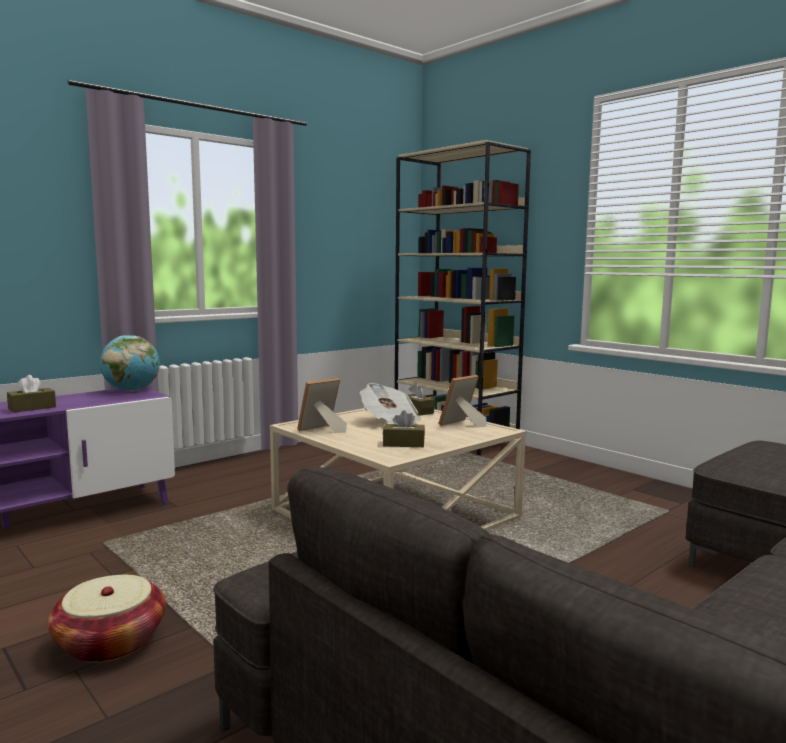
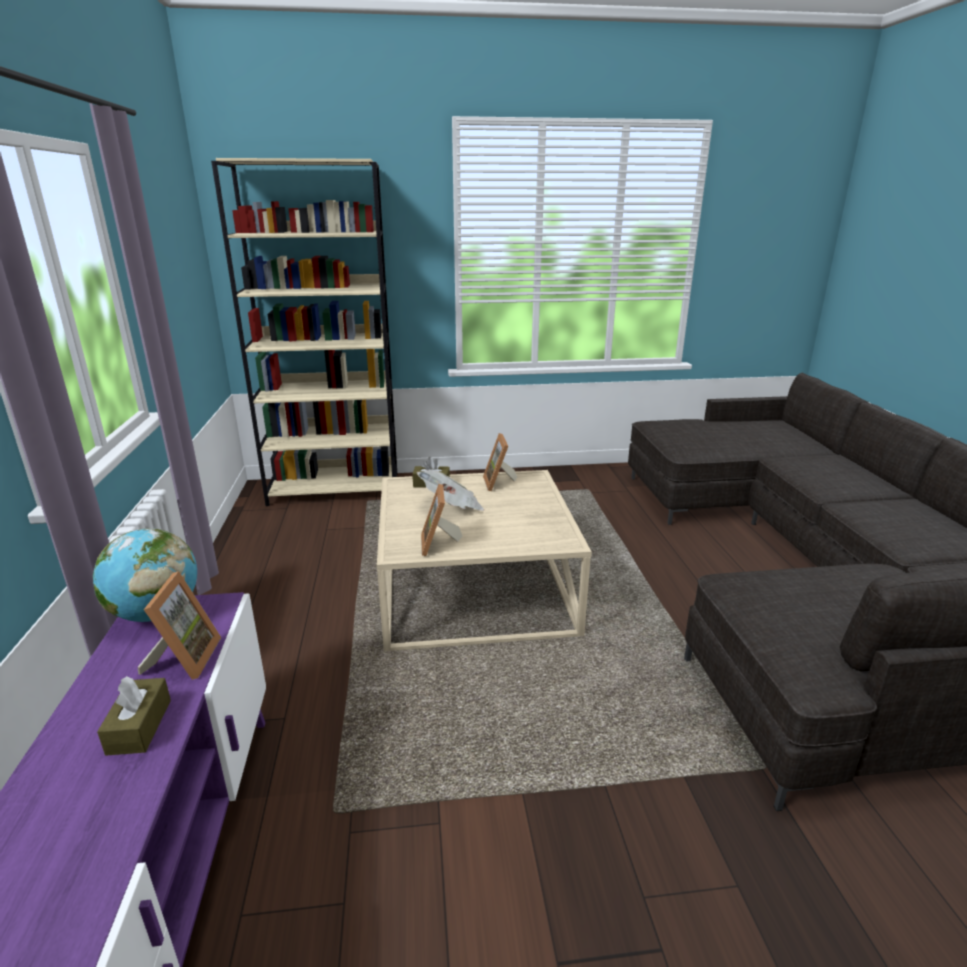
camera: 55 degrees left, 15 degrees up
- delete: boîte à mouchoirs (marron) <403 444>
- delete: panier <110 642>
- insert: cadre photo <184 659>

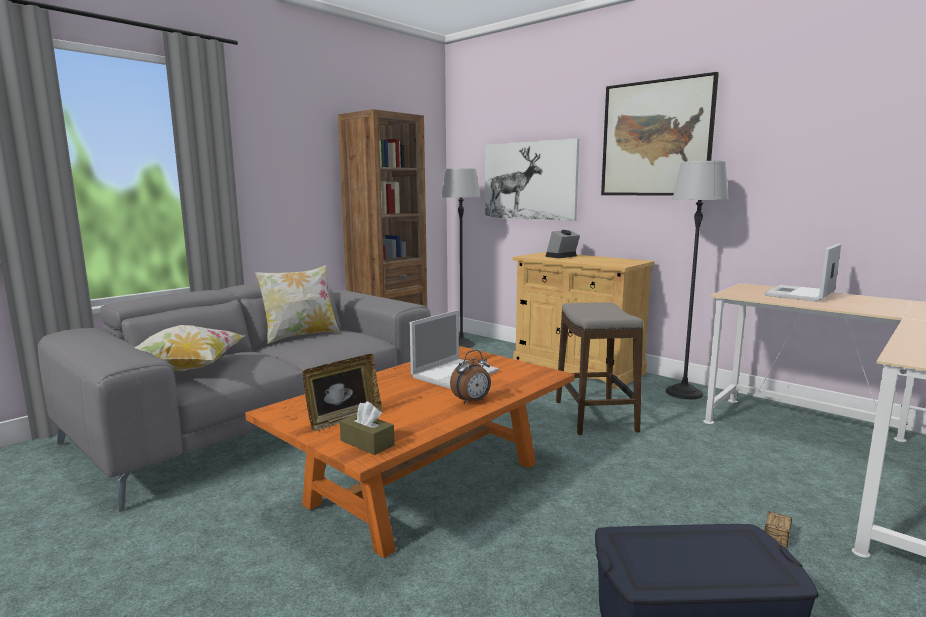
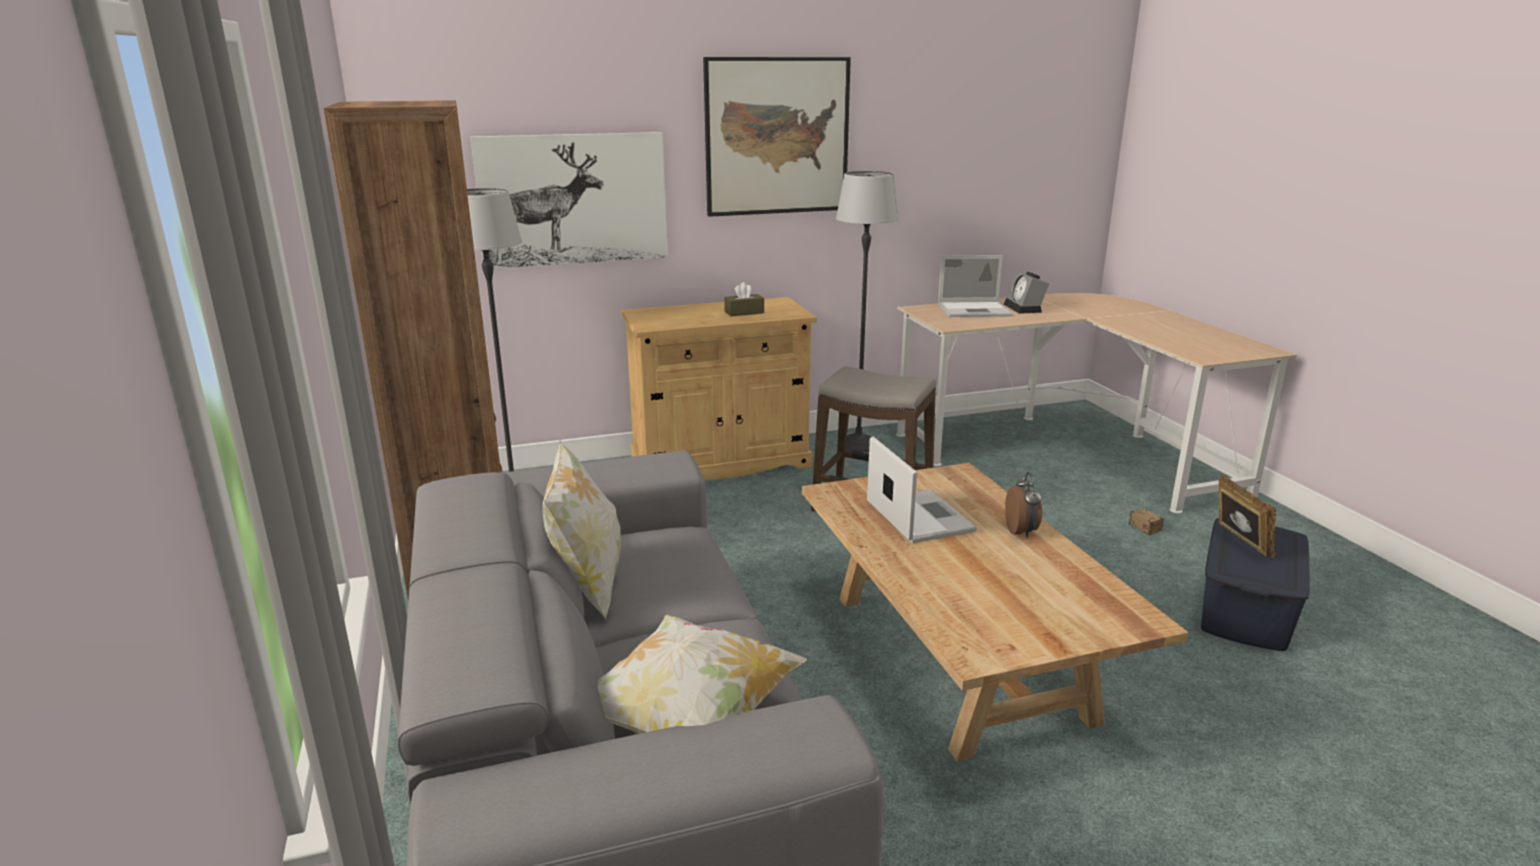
camera: 60 degrees left, 10 degrees up
- move: réveil <561 256> to <1025 308>
- rotate: ordinateur portable <799 294> = <975 310> 75 degrees counterclockwise
- recolor: table basse (orange) <426 483> to table basse (beige) <957 656>
- move: cadre photo <344 419> to <1238 542>
- move: boîte à mouchoirs (marron) <367 443> to <744 312>

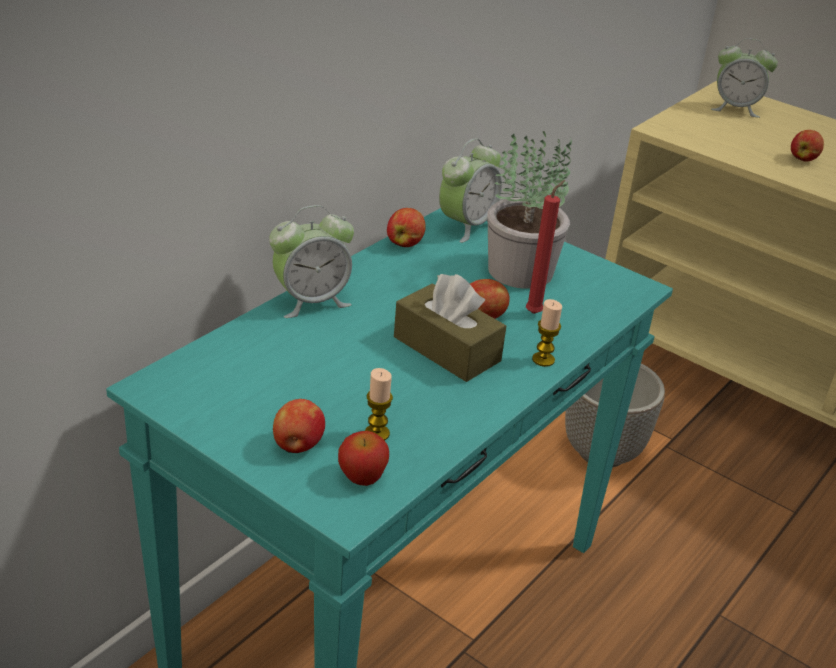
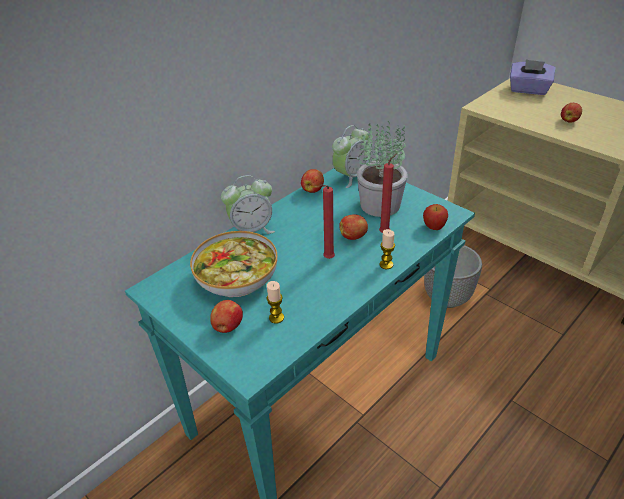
camera: 10 degrees right, 5 degrees up
- replace: réveil <735 108> to boîte à mouchoirs (violet) <528 90>
- replace: boîte à mouchoirs (marron) <446 349> to bougie (rouge) <327 259>
- move: pomme <362 476> to <434 226>
- insert: bol <237 277>

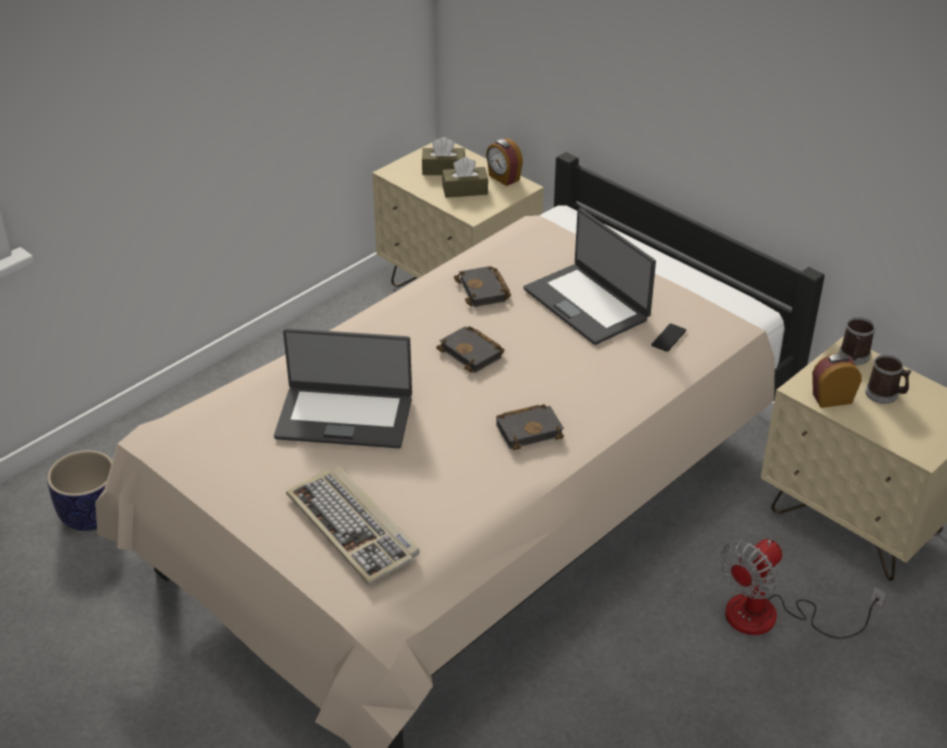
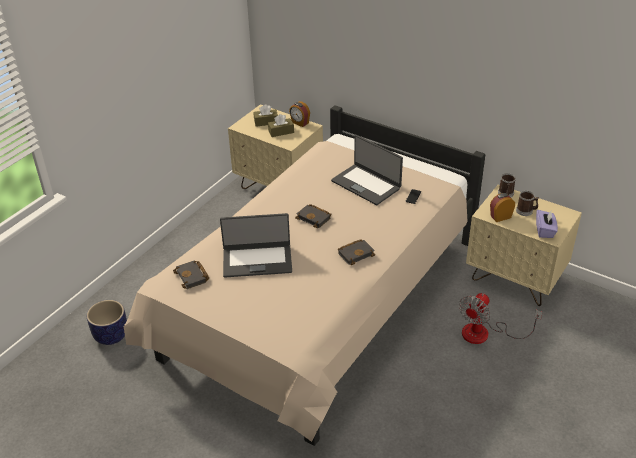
camera: 10 degrees left, 0 degrees up
- move: livre (noir) <484 291> to <193 277>
- delete: clavier <354 527>
- insert: boîte à mouchoirs (violet) <545 230>

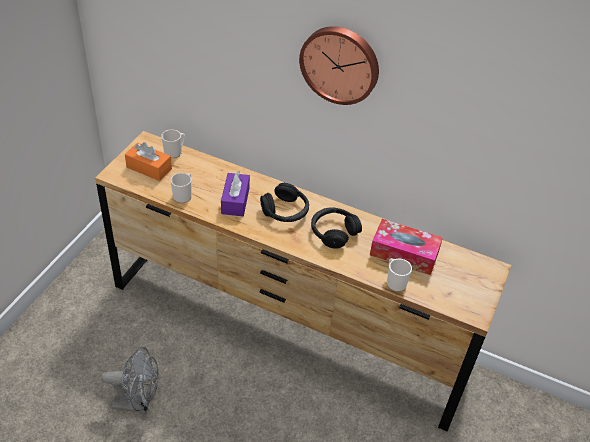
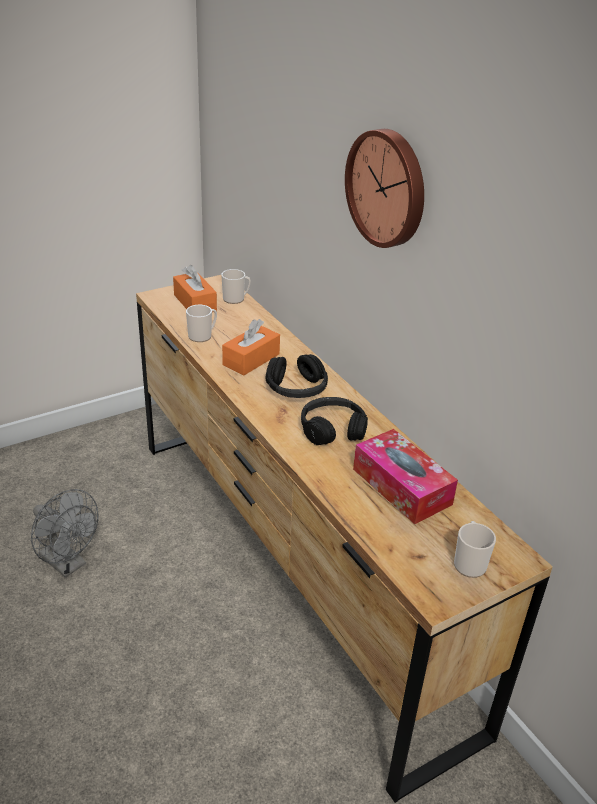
camera: 35 degrees right, 10 degrees down
- recolor: boîte à mouchoirs (violet) <235 201> to boîte à mouchoirs (orange) <251 359>
- move: mug <395 282> to <469 562>

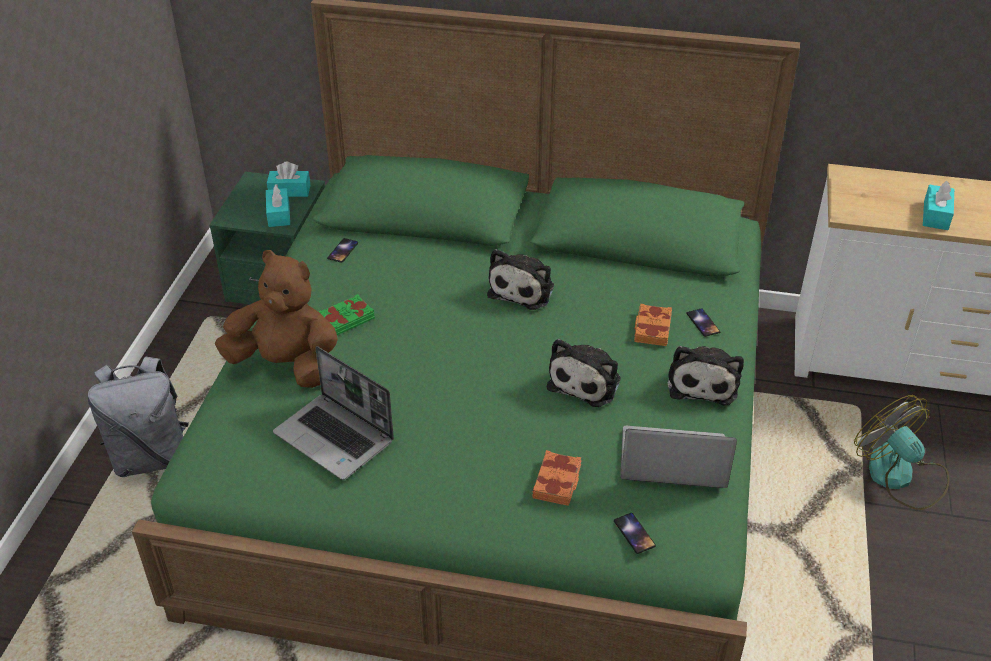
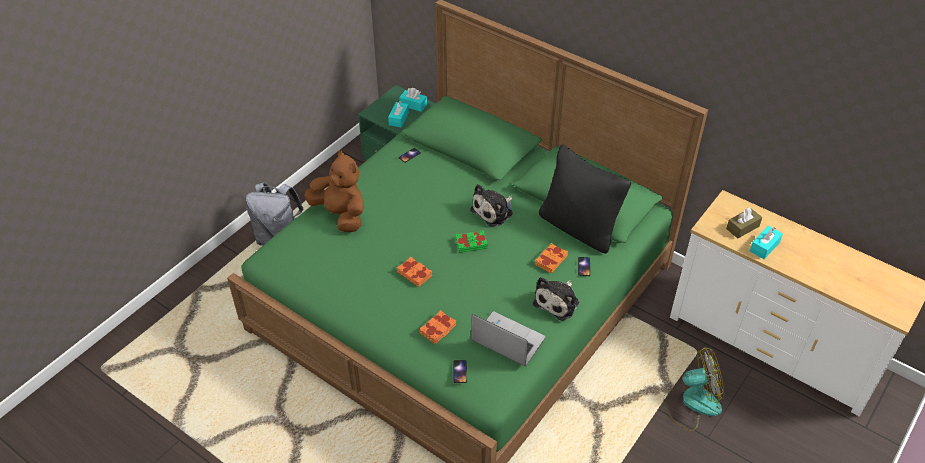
camera: 25 degrees right, 5 degrees up
- move: livre (vert) <346 319> to <471 243>
- delete: peluche <586 381>
- delete: ordinateur portable <336 438>
- rotate: ventilateur <899 477> = <691 403> 90 degrees clockwise
- insert: coussin (noir) <579 227>
- insert: boîte à mouchoirs (marron) <742 227>
- insert: livre (orange) <415 273>

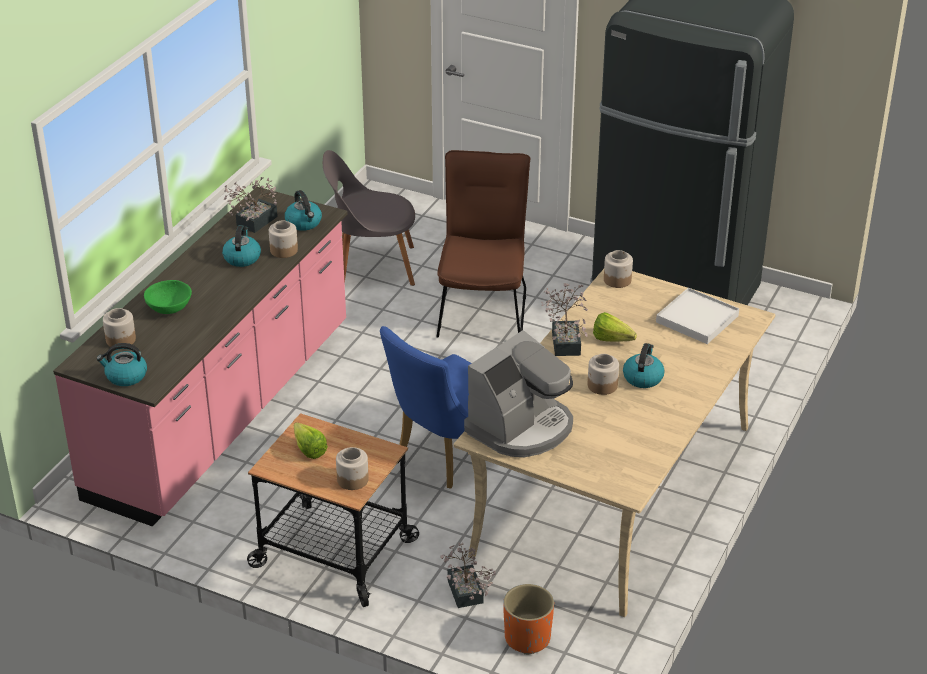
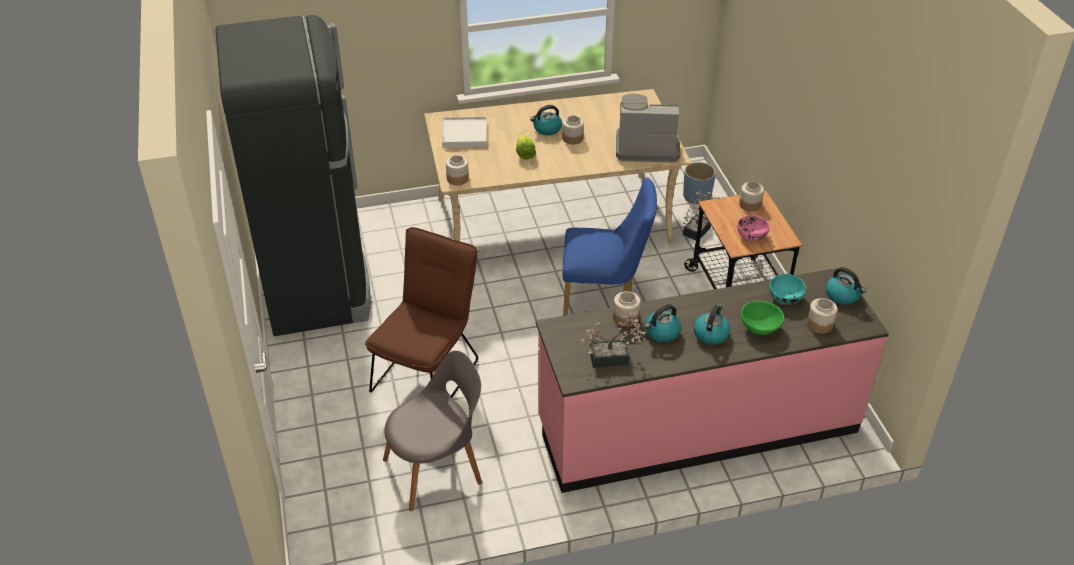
camera: 130 degrees left, 5 degrees up
- rotate: chaise (gris) <372 266> = <436 469> 75 degrees counterclockwise
- rotate: chaise (marron) <483 308> = <429 371> 150 degrees clockwise
- move: bouilloire <304 223> to <710 334>
- delete: plante en pot <566 340>
- replace: laitue <308 447> to bol (rose) <752 235>
- recolor: cache-pot (orange) <527 638> to cache-pot (bleu) <697 196>
- insert: bol (turquoise) <785 297>

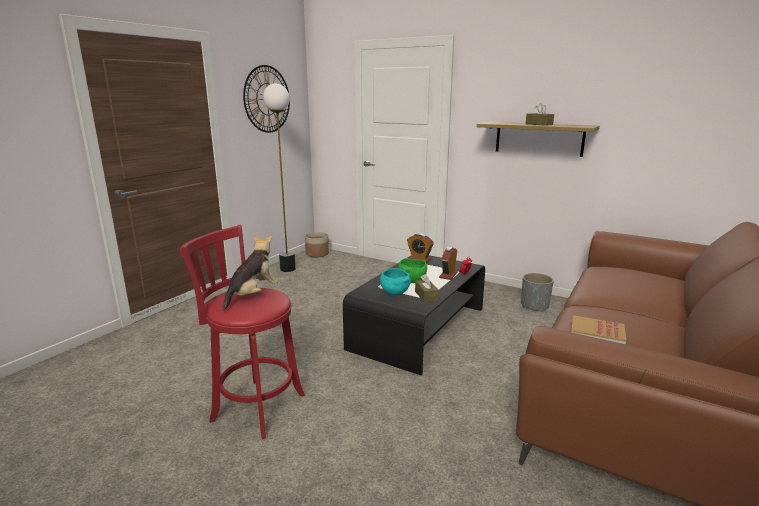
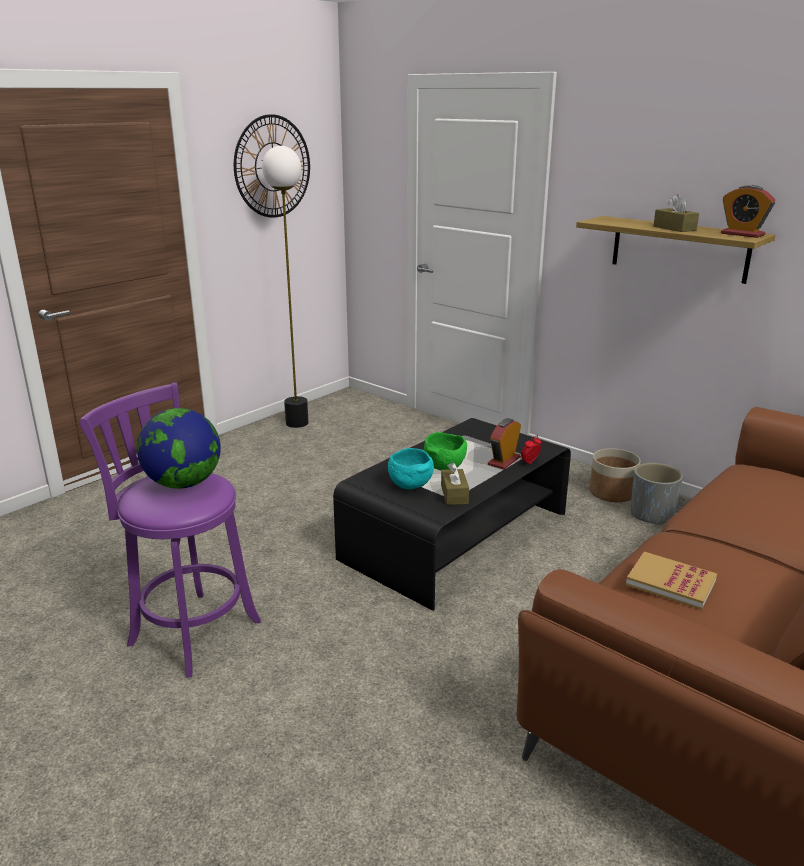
camera: 10 degrees right, 5 degrees up
- recolor: tabouret (rouge) <254 406> to tabouret (violet) <190 630>
- move: cache-pot <317 254> to <612 492>
- move: réveil <419 259> to <742 234>
- replace: peluche <252 295> to globe <184 483>

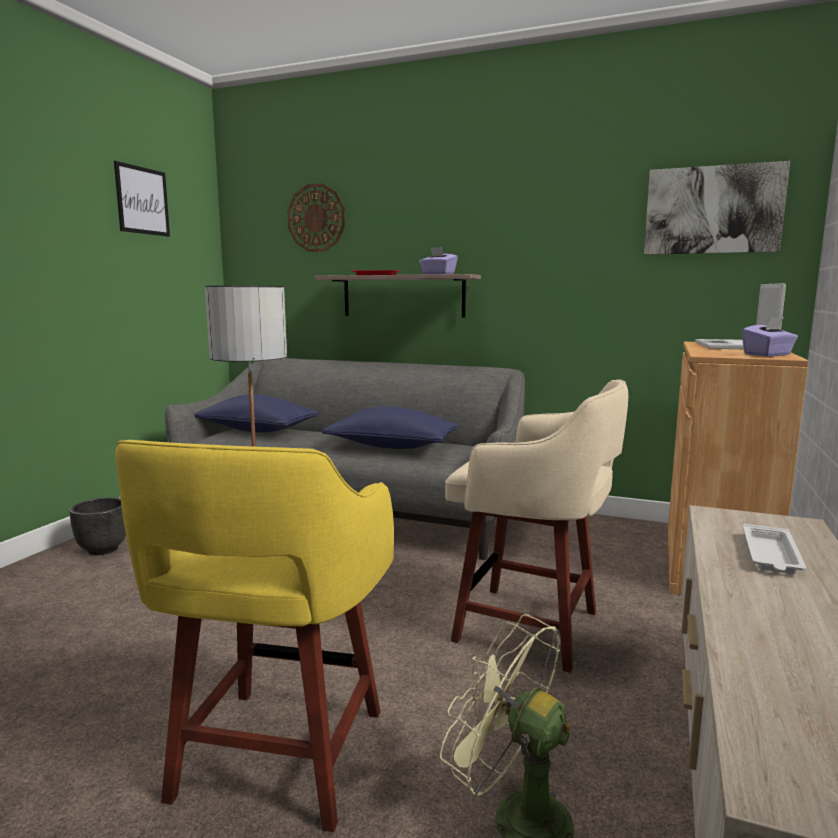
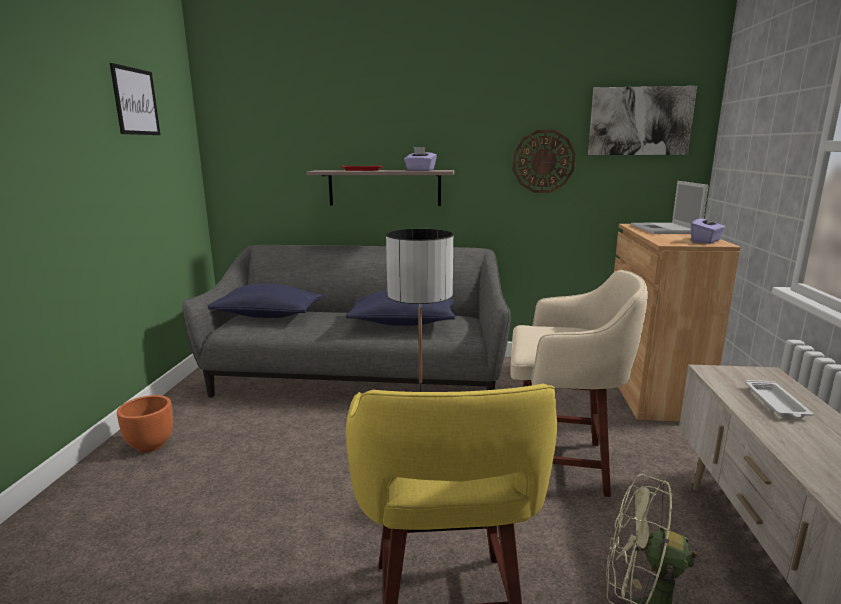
camera: 15 degrees left, 5 degrees up
- move: horloge murale <316 218> to <543 161>
- recolor: cache-pot (noir) <103 549> to cache-pot (orange) <150 445>

